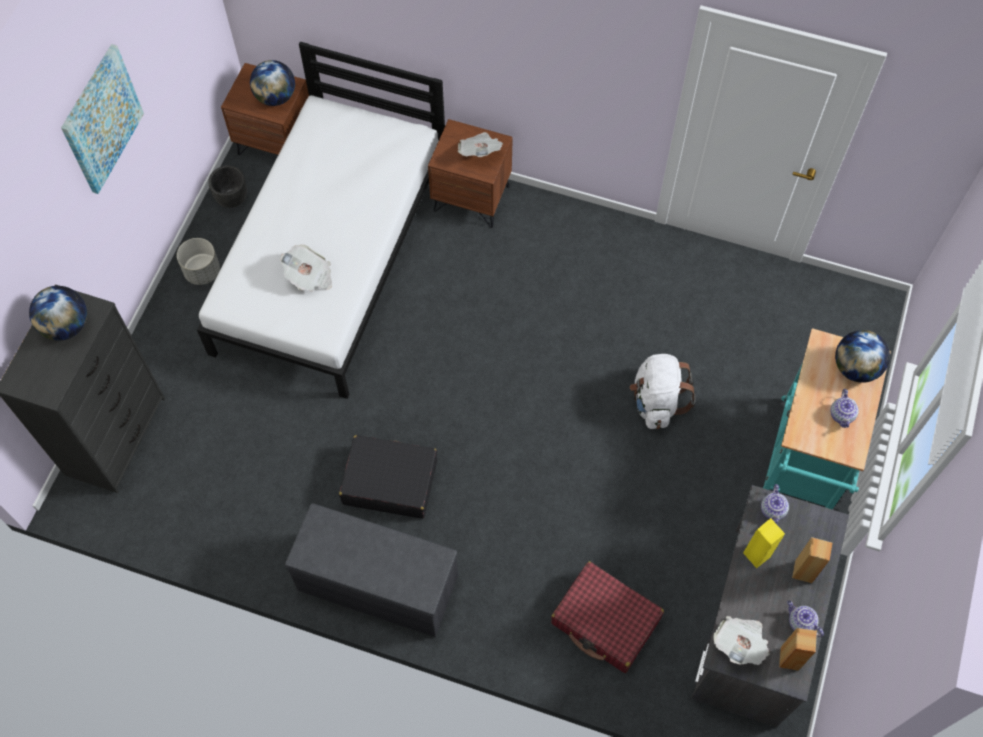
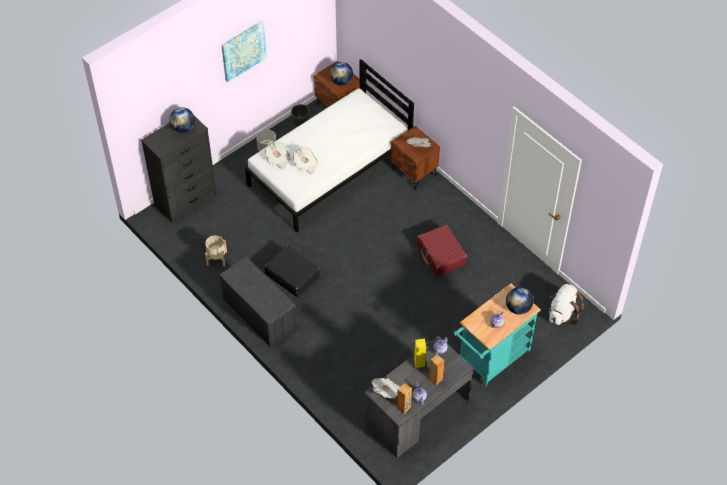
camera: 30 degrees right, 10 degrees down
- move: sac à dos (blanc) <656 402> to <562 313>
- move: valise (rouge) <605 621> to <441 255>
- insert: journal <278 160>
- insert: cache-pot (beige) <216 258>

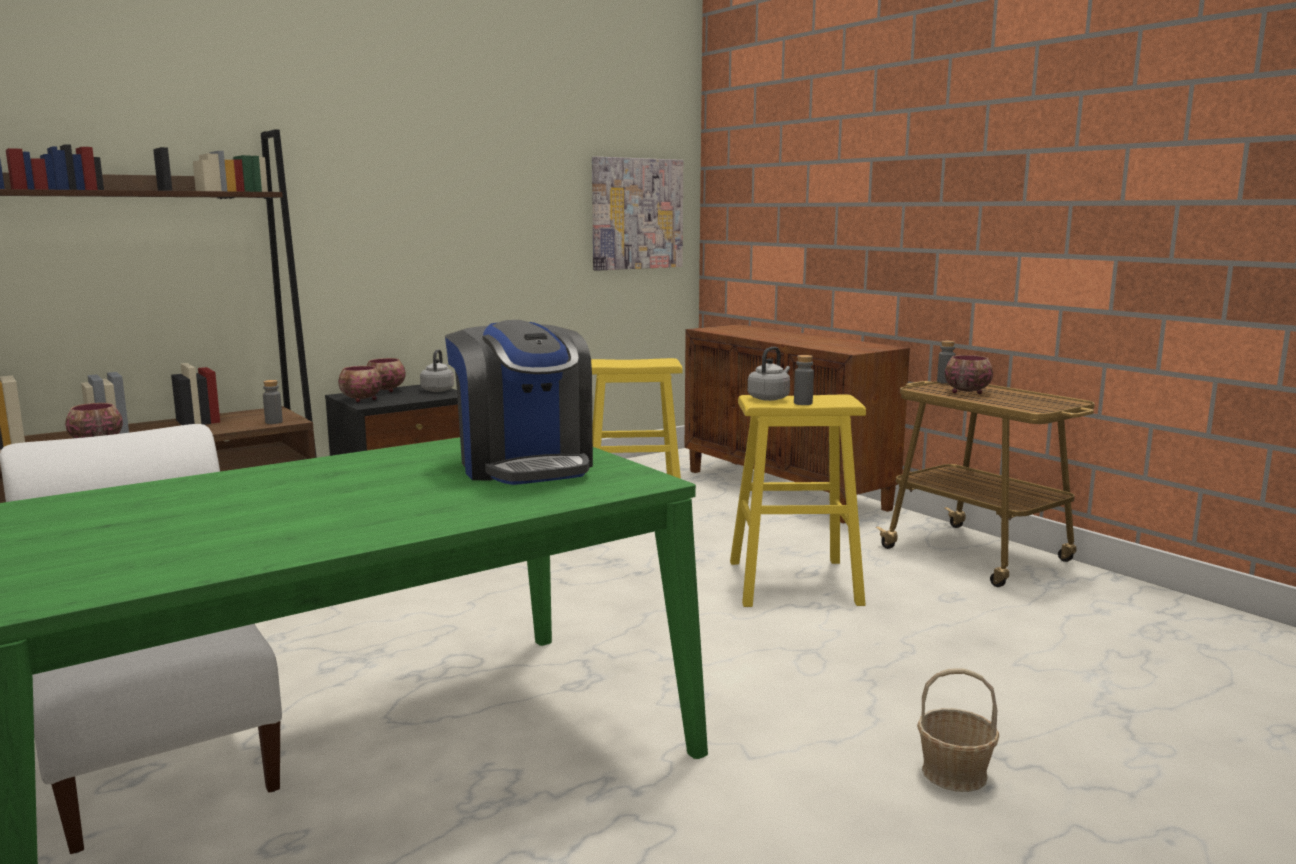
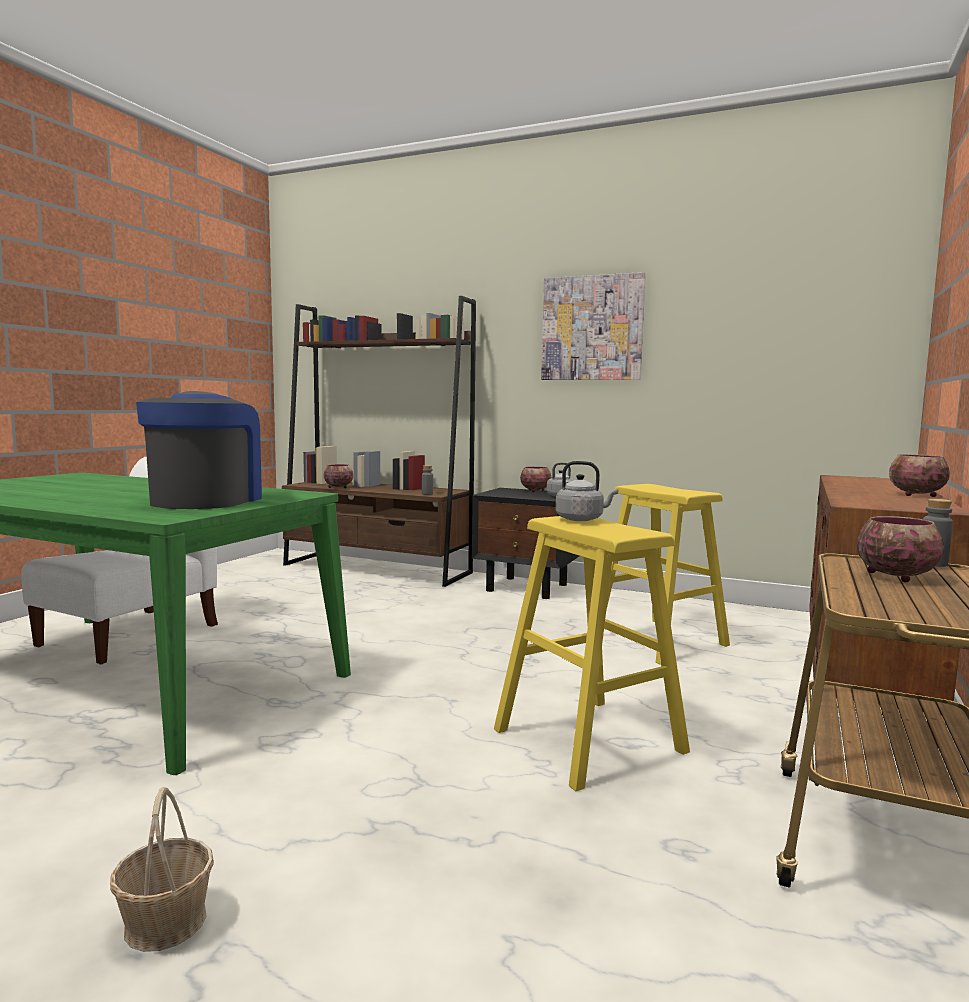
camera: 60 degrees right, 5 degrees down
- move: tableau <637 214> to <592 328>
- rotate: machine à café <524 465> = <206 500> 150 degrees clockwise
- delete: bouteille (gris) <803 403>
- move: bol <361 400> to <916 495>

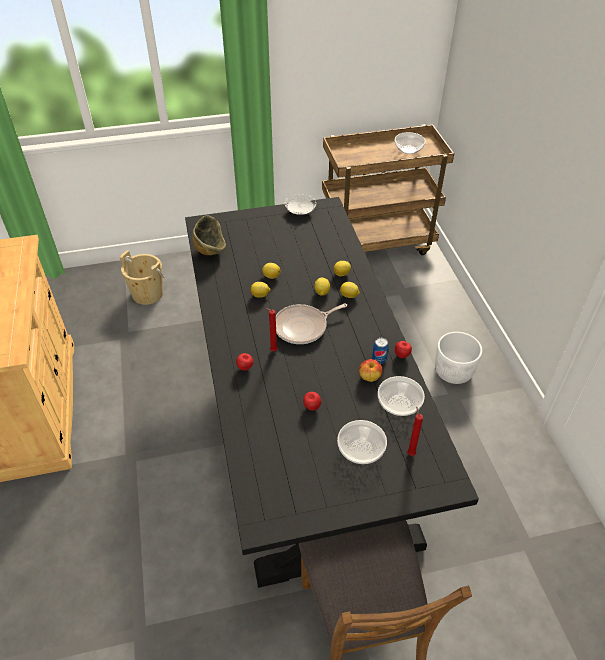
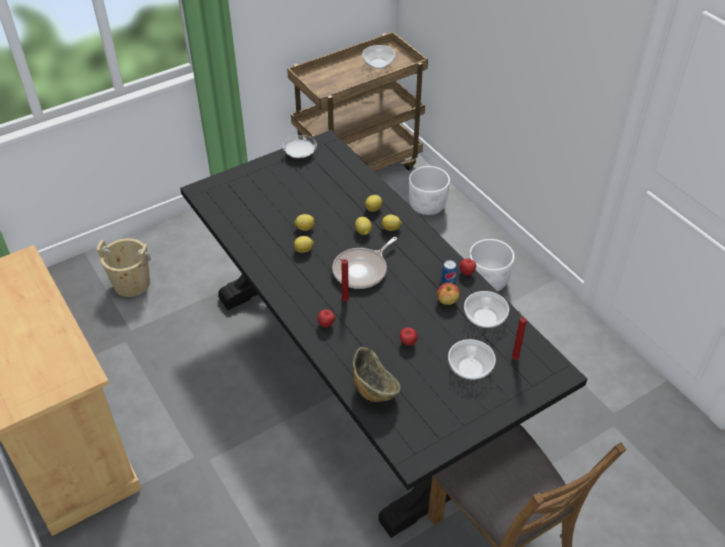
camera: 20 degrees left, 0 degrees up
- move: bol <210 249> to <374 389>
- insert: cache-pot (blanc) <427 205>

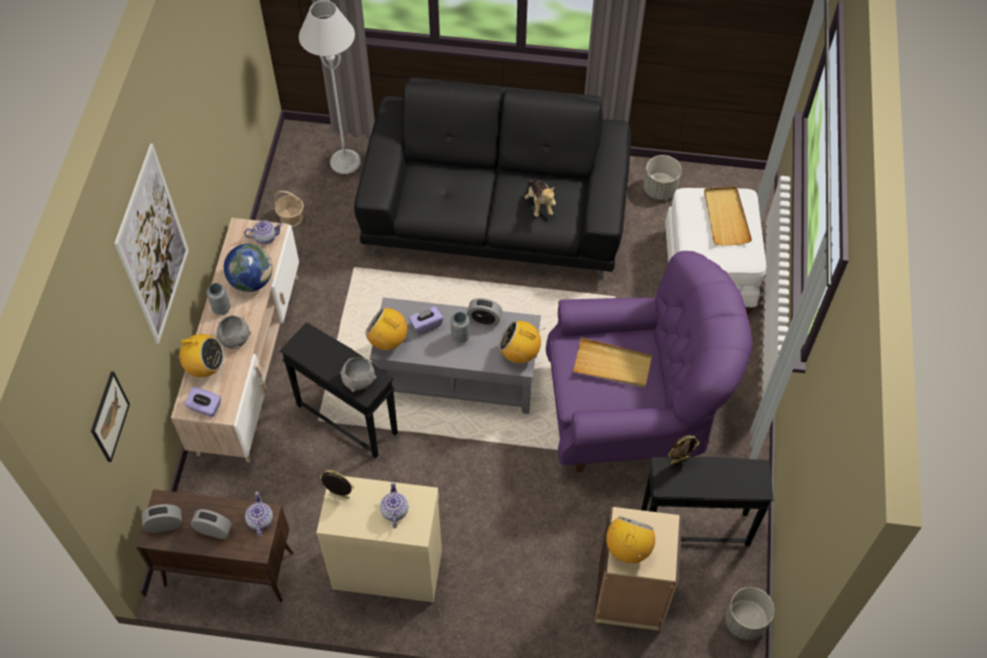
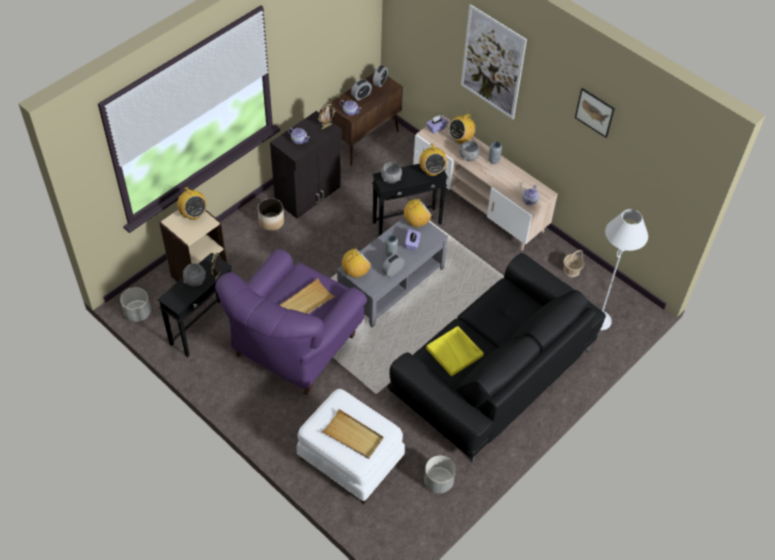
camera: 125 degrees right, 5 degrees down
- replace: peluche <539 204> to plateau (jaune) <455 352>
- delete: globe <251 281>
- move: tableau <109 416> to <594 112>
- recolor: meuble de rangement (beige) <387 568> to meuble de rangement (noir) <309 194>
- insert: radio <432 171>
- insert: cache-pot <272 222>
- insert: bol (gris) <195 280>

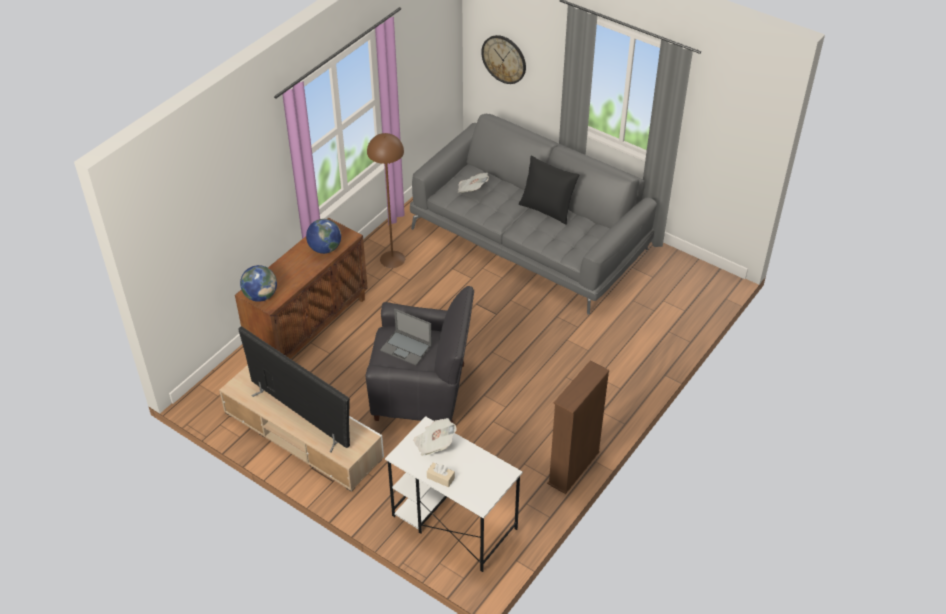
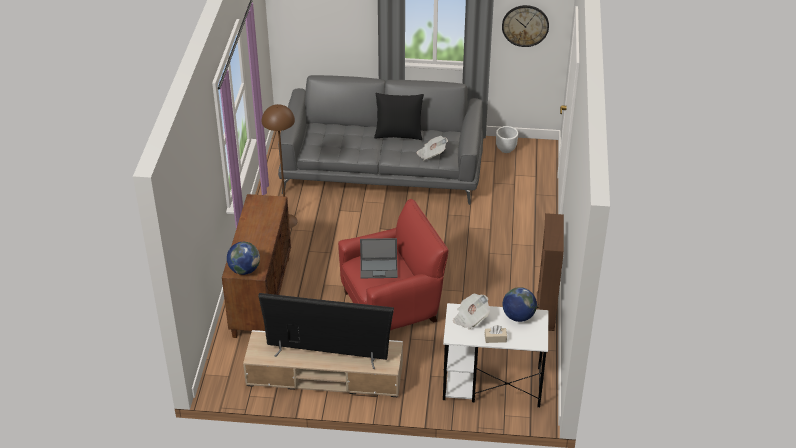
camera: 30 degrees left, 5 degrees down
- move: horloge murale <504 59> to <525 25>
- move: journal <472 189> to <431 154>
- move: globe <325 248> to <518 316>
- recolor: fauteuil (noir) <422 392> to fauteuil (rouge) <392 306>
- insert: cache-pot (blanc) <505 149>

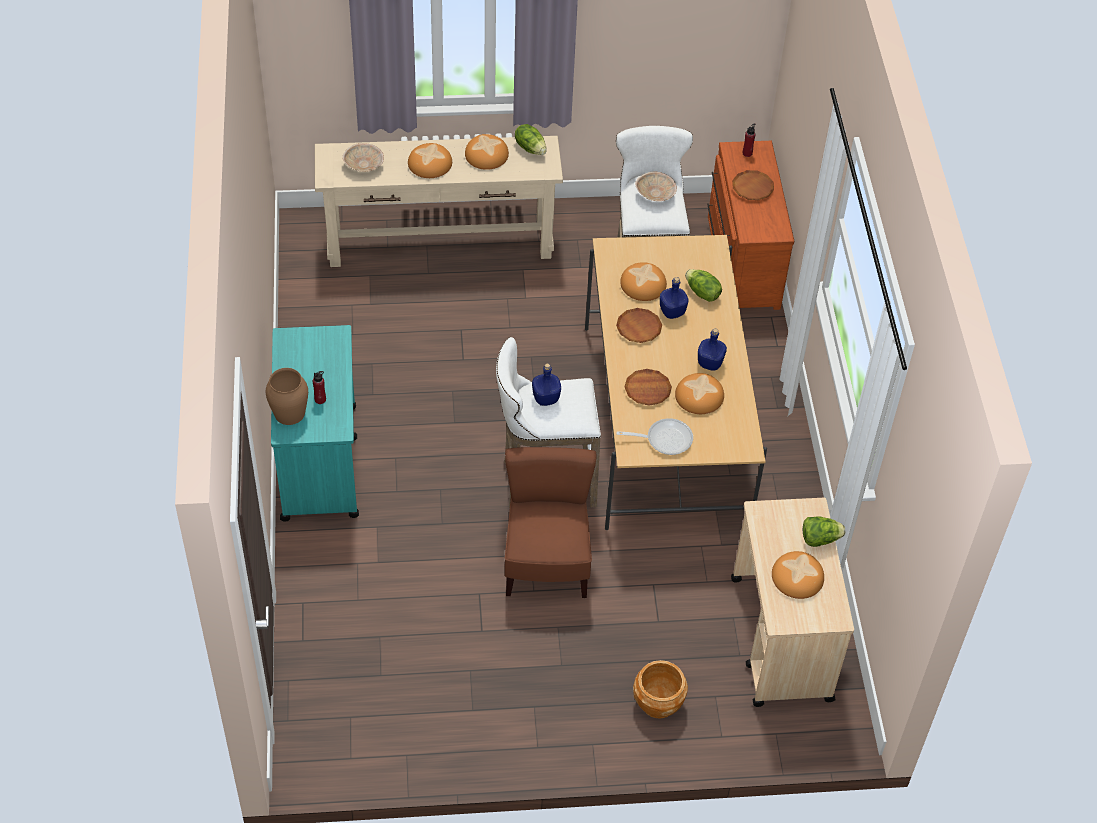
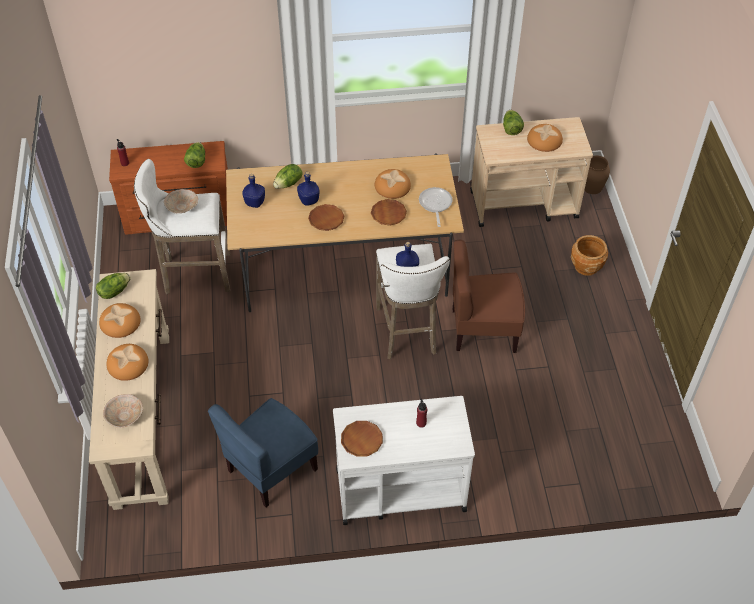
camera: 90 degrees left, 0 degrees up
- move: assiette (marron) <752 188> to <361 440>
- delete: pain <643 285>
- recolor: chariot (turquoise) <319 461> to chariot (blanc) <399 489>
- move: bouteille (bleu) <710 363> to <255 202>
- move: vase (marron) <289 412> to <592 187>
- insert: laitue <196 161>
- insert: chaise (bleu) <271 469>

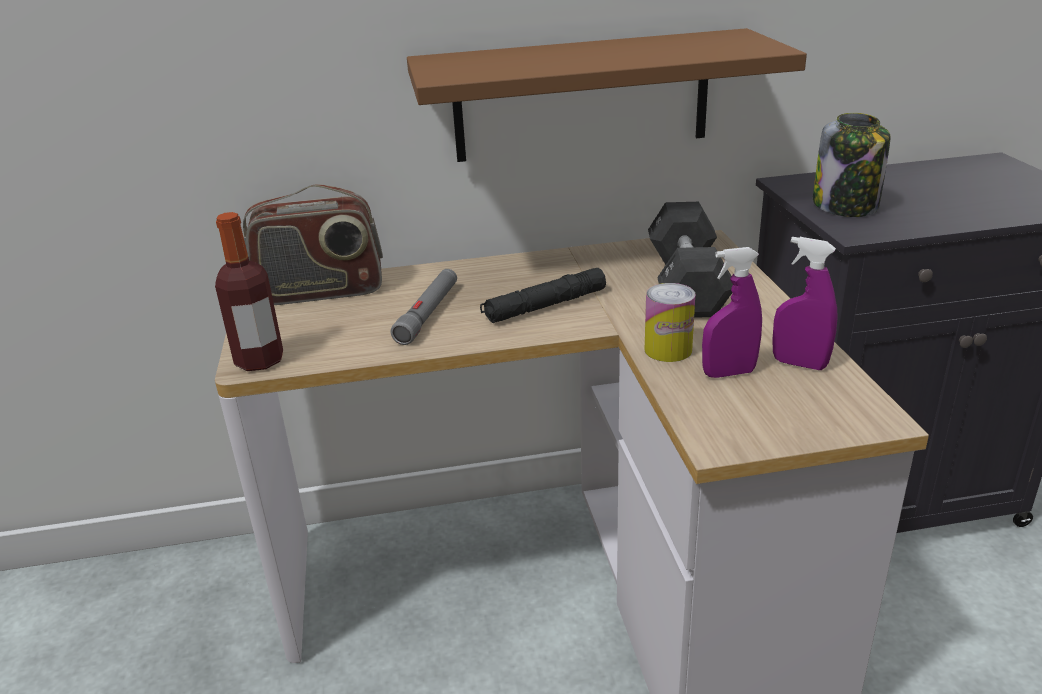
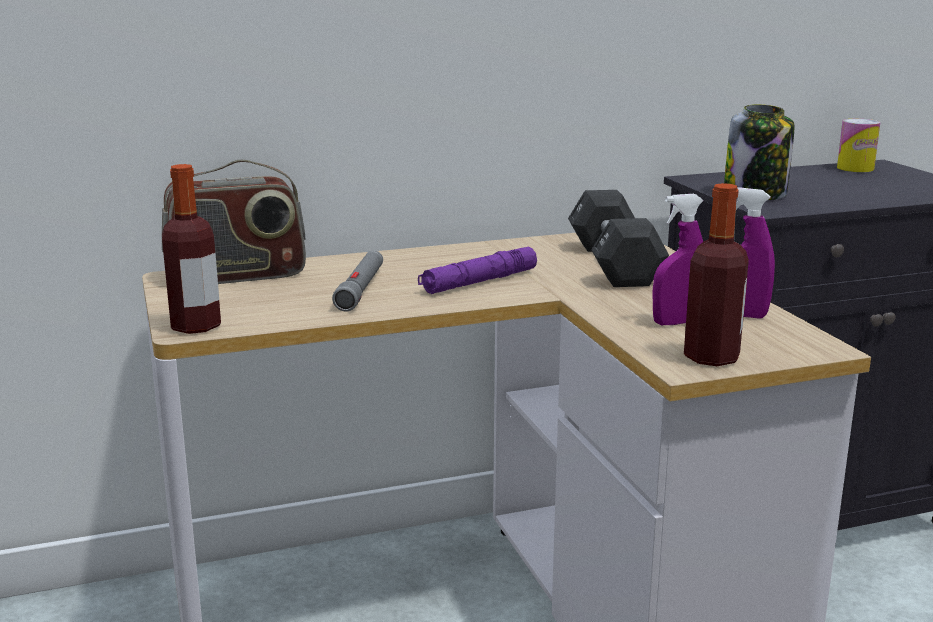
camera: 10 degrees left, 10 degrees down
- delete: étagère (marron) <582 96>
- recolor: lampe de poche (noir) <545 306> to lampe de poche (violet) <479 282>
- move: boîte métallique <668 350> to <855 168>
- insert: bouteille <711 357>

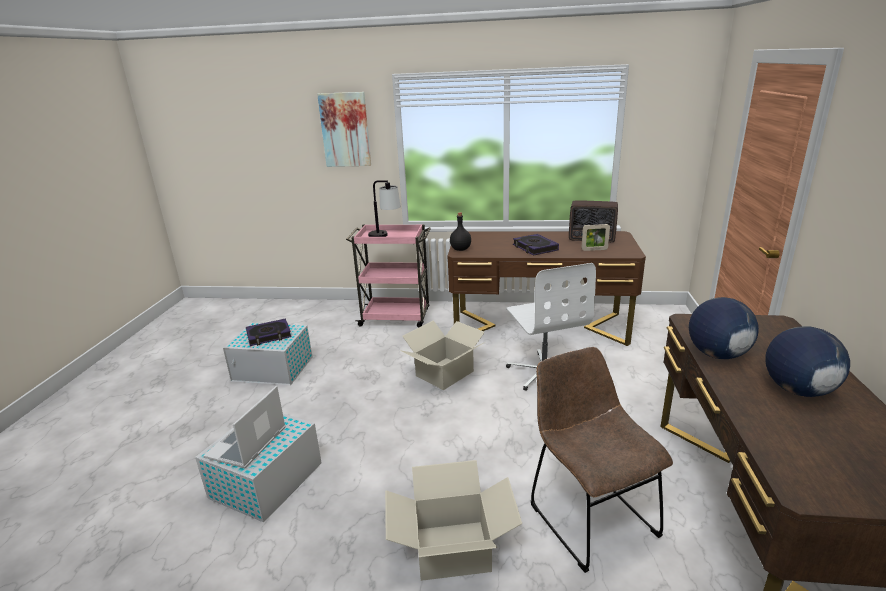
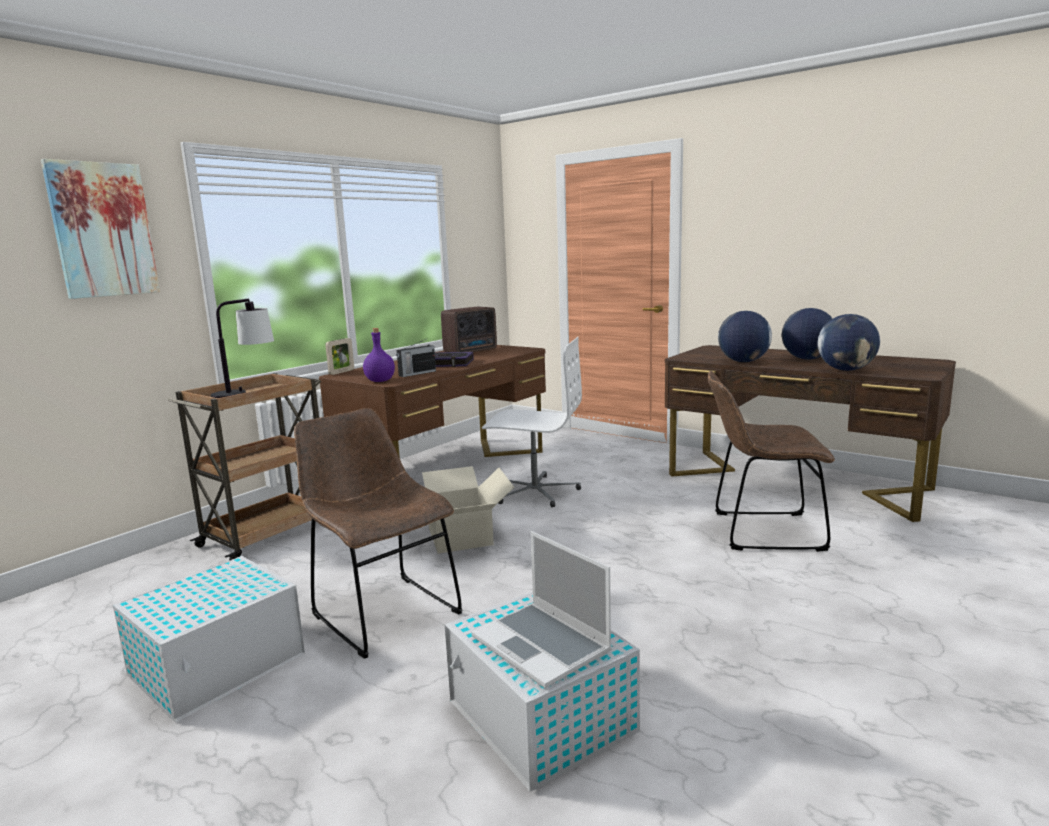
camera: 60 degrees left, 10 degrees down
- recolor: bouteille (noir) <460 249> to bouteille (violet) <380 381>
- recolor: chariot (rose) <396 317> to chariot (marron) <268 534>
- move: cadre photo <594 249> to <341 372>
- delete: livre <269 335>
- delete: carton <453 550>
- insert: globe <846 370>
- insert: radio <416 373>
- insert: chaise (marron) <382 611>

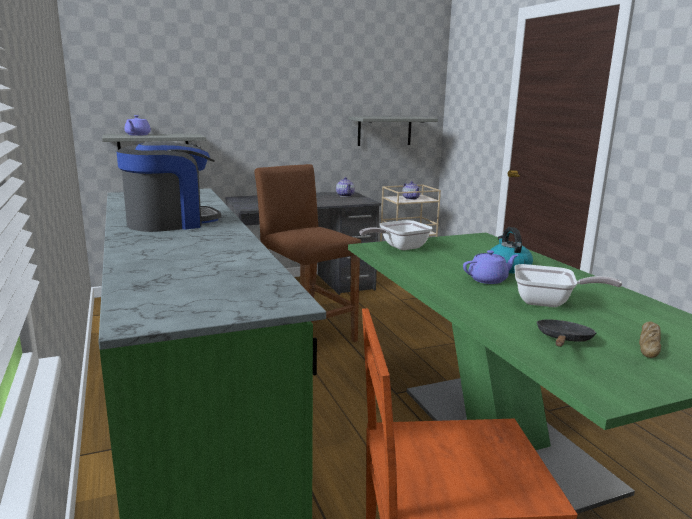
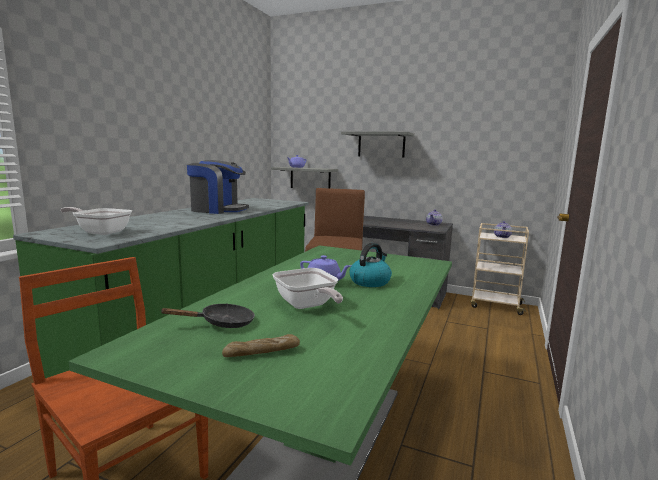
camera: 45 degrees right, 5 degrees down
- move: étagère (gris) <384 131> to <381 145>
- move: poêle <399 247> to <100 232>

